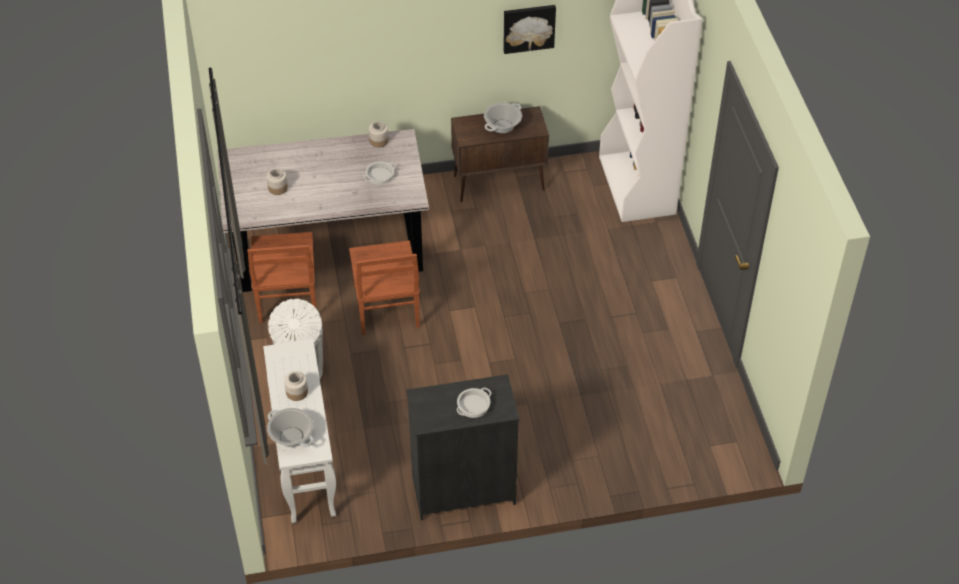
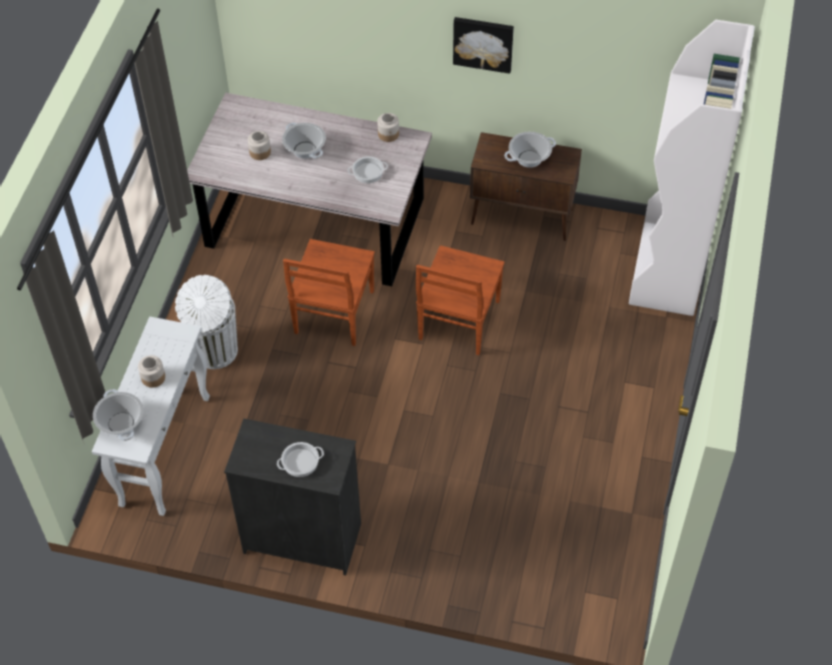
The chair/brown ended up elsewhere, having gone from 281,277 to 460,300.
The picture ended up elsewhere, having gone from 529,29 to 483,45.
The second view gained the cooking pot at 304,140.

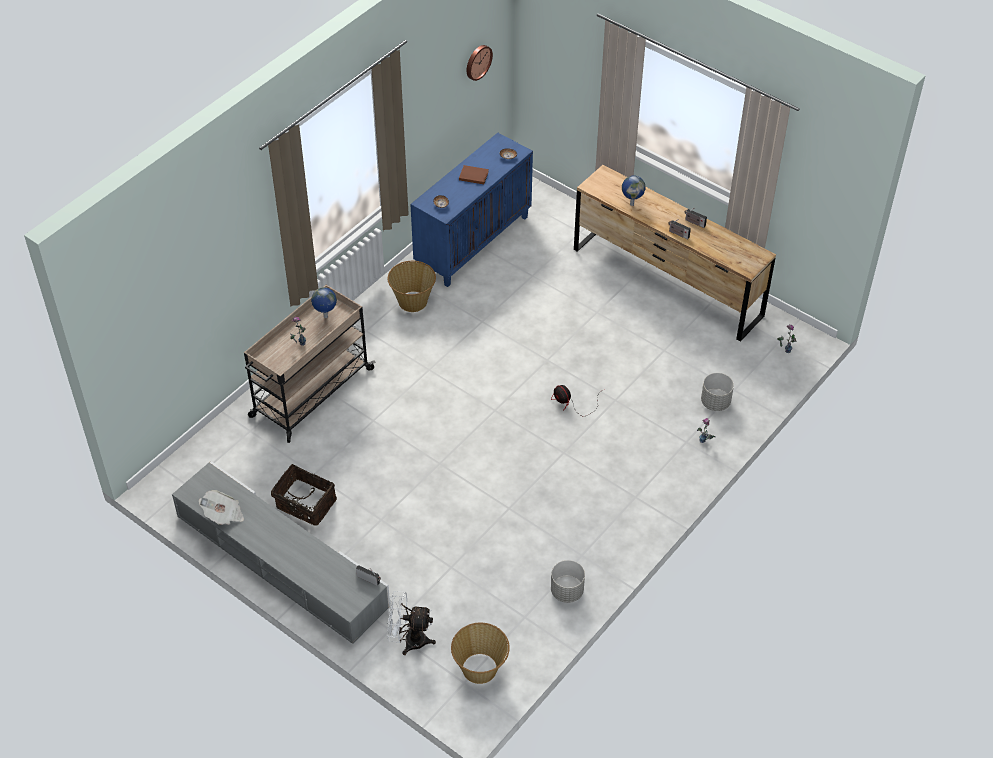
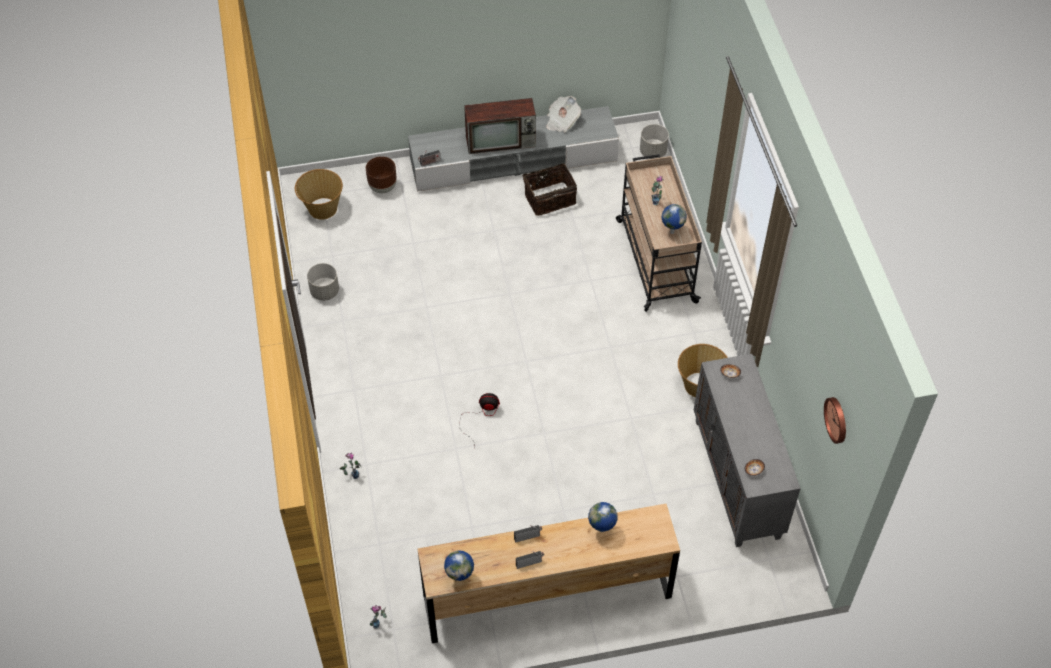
Where the fan/white stood at 411,623, the planter/brown came to stand at 381,174.
What was the cabinet/blue at 471,210 turned into the cabinet/grey at 747,450.
The second view lost the book/brown at 474,174.
The planter/grey ended up elsewhere, having gone from 717,392 to 654,141.
The second view gained the globe at 459,565.
The second view gained the television at 500,126.

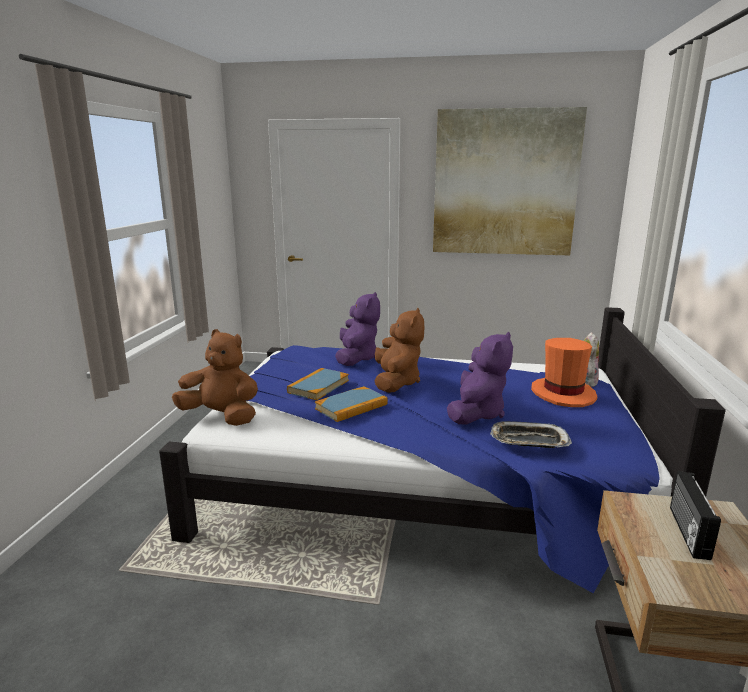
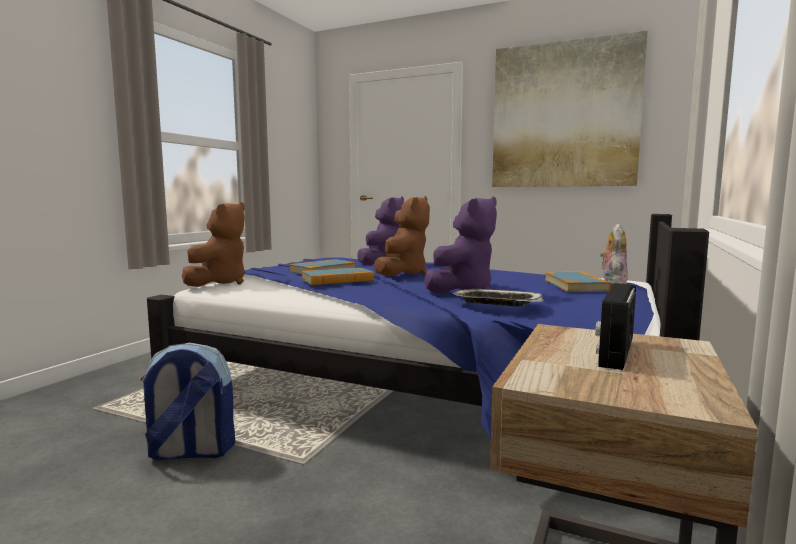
The plush toy/brown at 215,377 ended up facing another way, 75 degrees clockwise from before.
Where the hat/orange stood at 564,372, the book came to stand at 578,282.
The second view gained the backpack at 188,401.

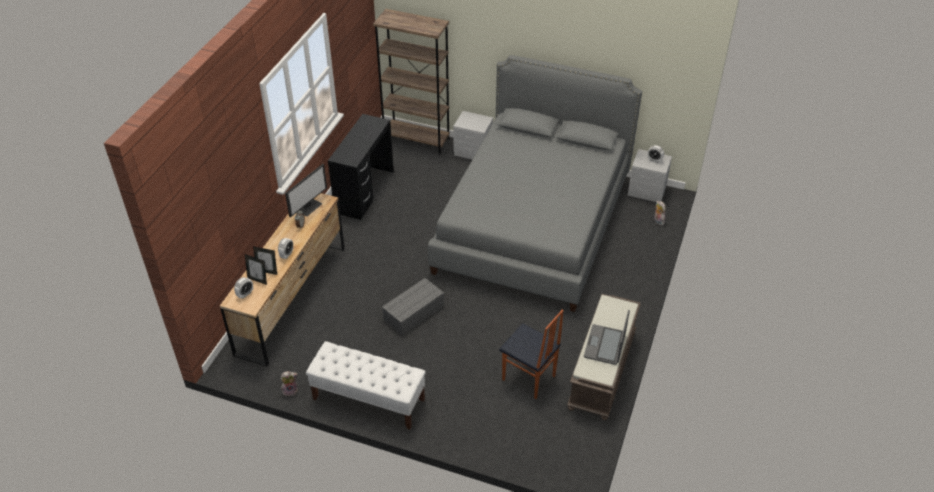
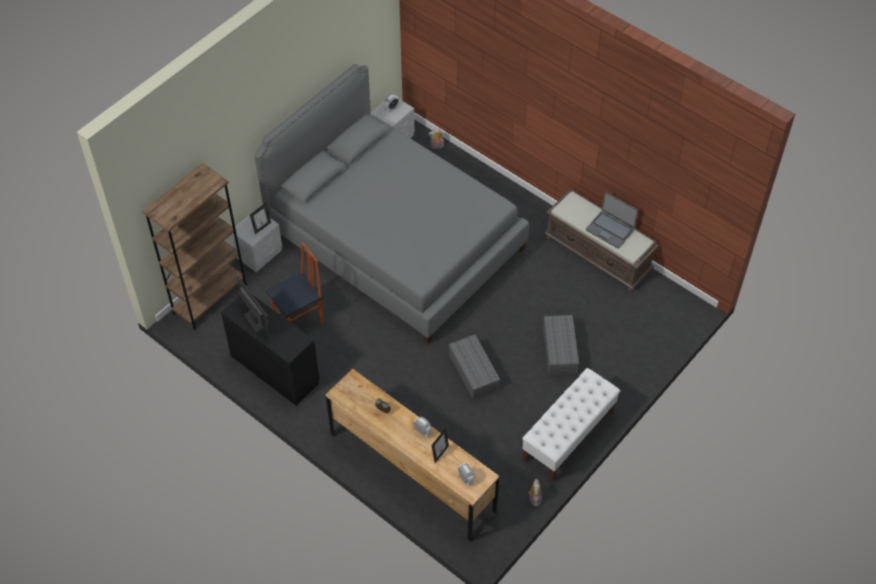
The picture frame ended up elsewhere, having gone from 256,269 to 260,218.
The monitor ended up elsewhere, having gone from 306,190 to 254,306.
The chair ended up elsewhere, having gone from 531,354 to 295,282.
The second view gained the storage box/grey at 561,345.

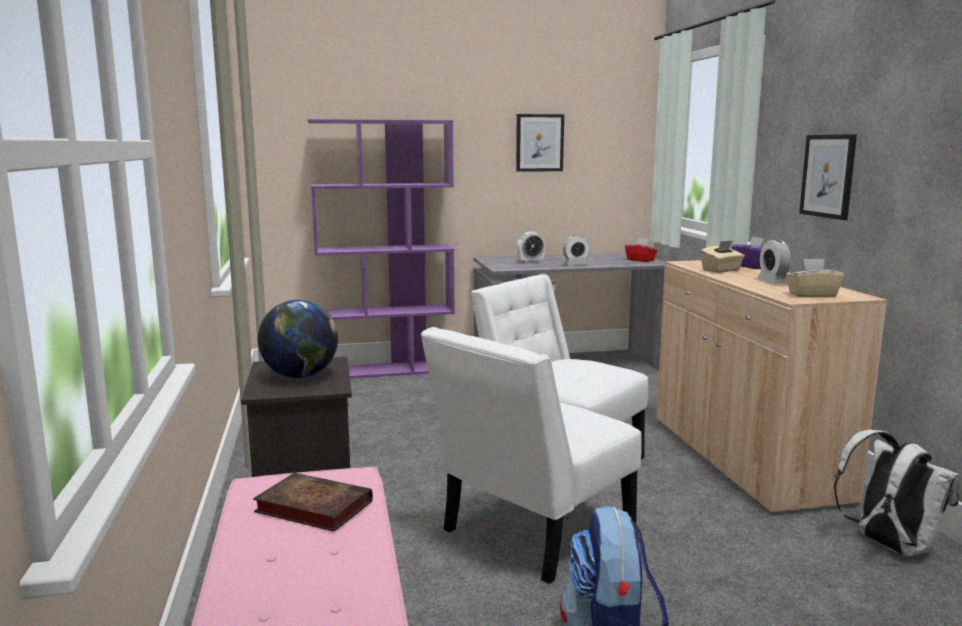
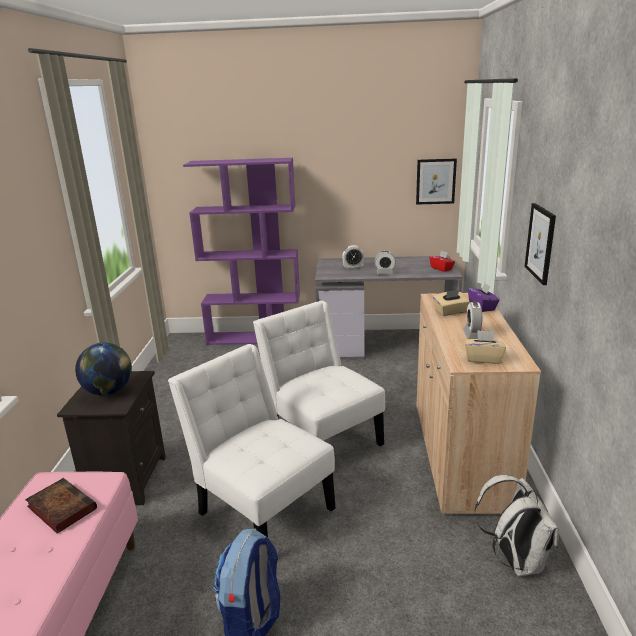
The chair/white at 531,455 ended up facing another way, 75 degrees clockwise from before.
The picture ended up elsewhere, having gone from 540,143 to 436,181.

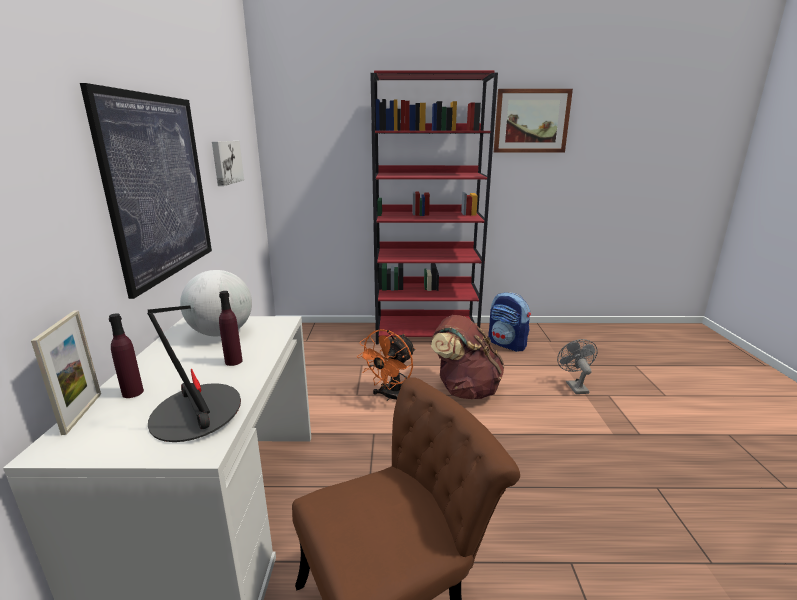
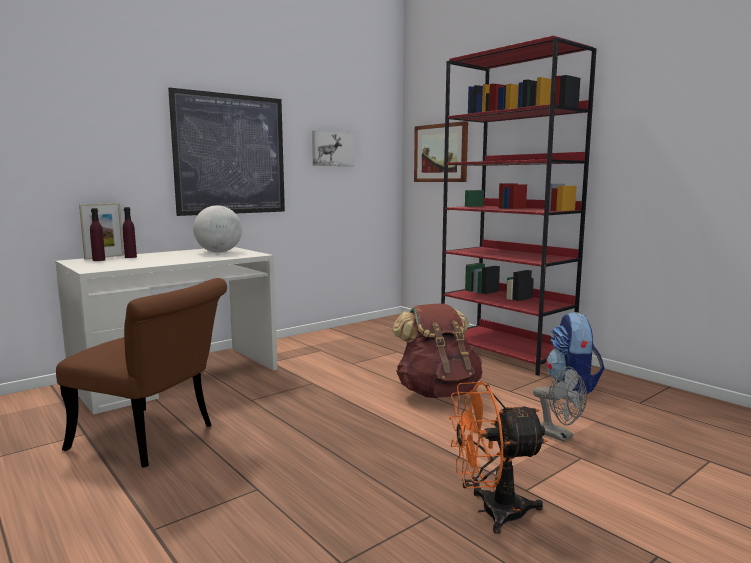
The second view lost the table lamp at 194,373.
The bottle/purple ended up elsewhere, having gone from 231,328 to 97,234.
The fan/orange ended up elsewhere, having gone from 386,365 to 498,458.
The picture ended up elsewhere, having gone from 533,120 to 441,151.
The fan/grey at 577,366 ended up facing another way, 90 degrees clockwise from before.

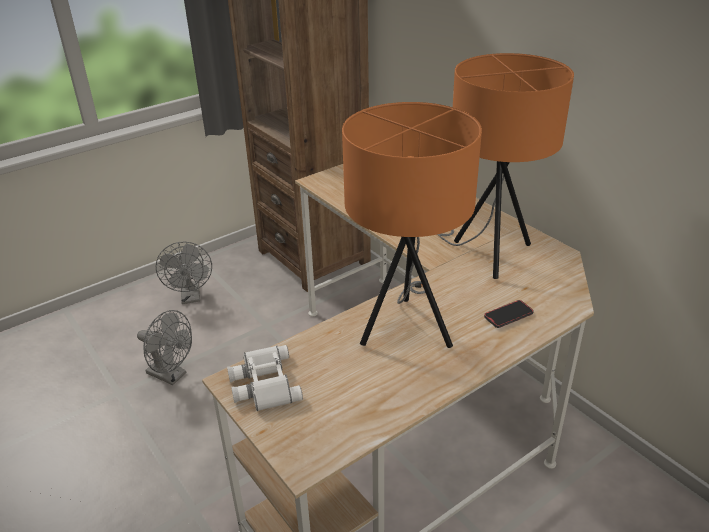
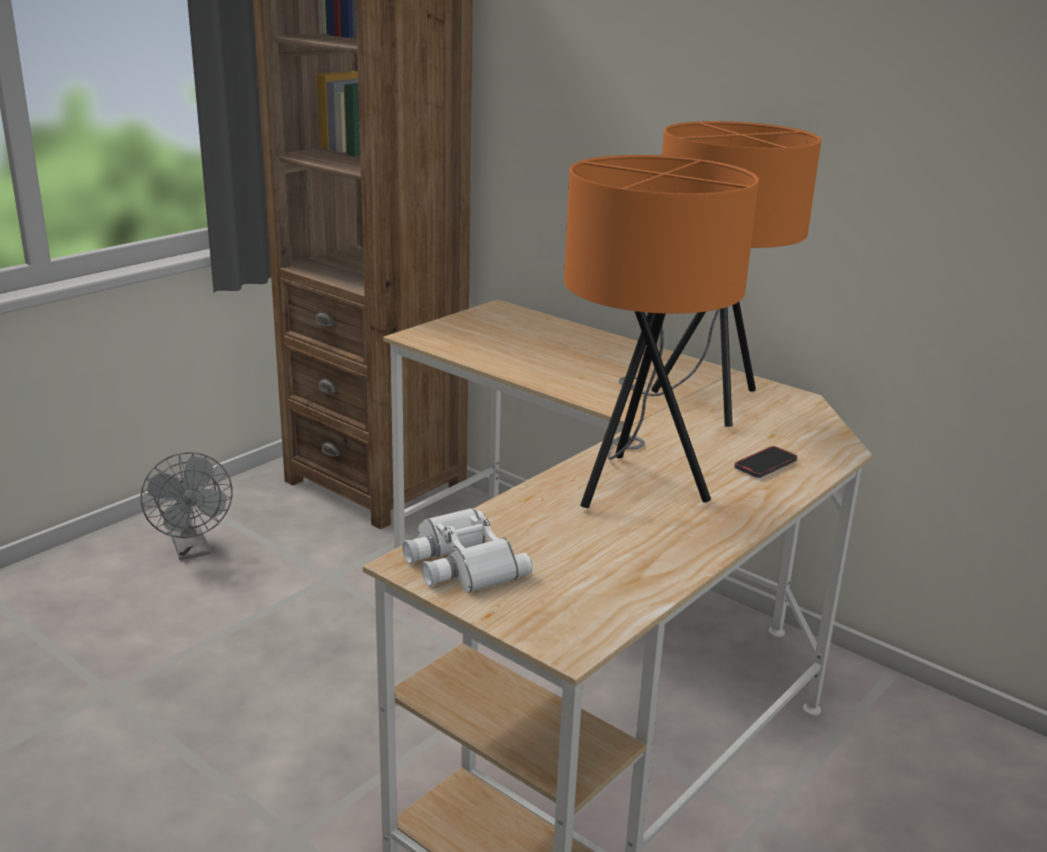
The second view lost the fan/grey at 164,347.

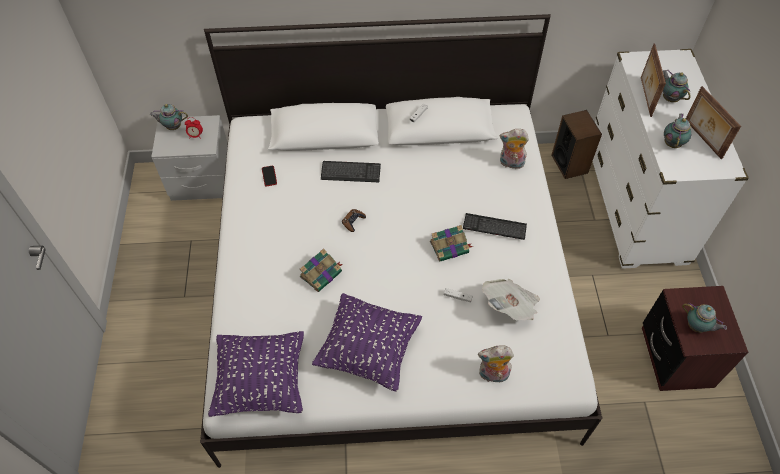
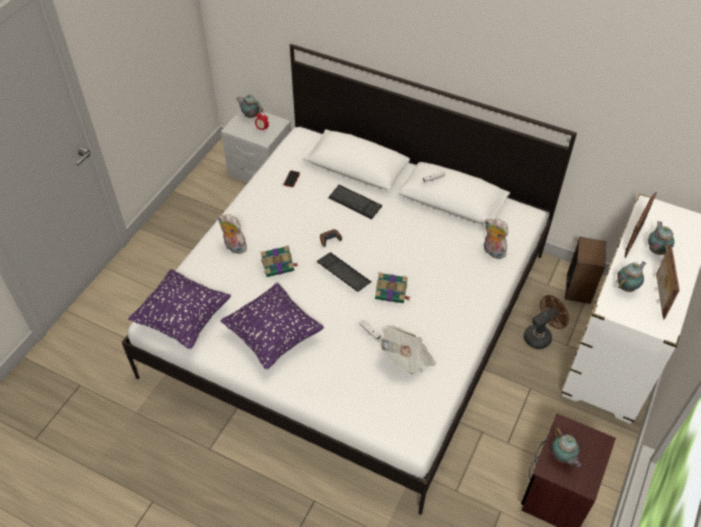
The keyboard ended up elsewhere, having gone from 495,226 to 344,272.
The plush toy ended up elsewhere, having gone from 496,364 to 232,234.
The second view gained the fan/brown at 546,322.

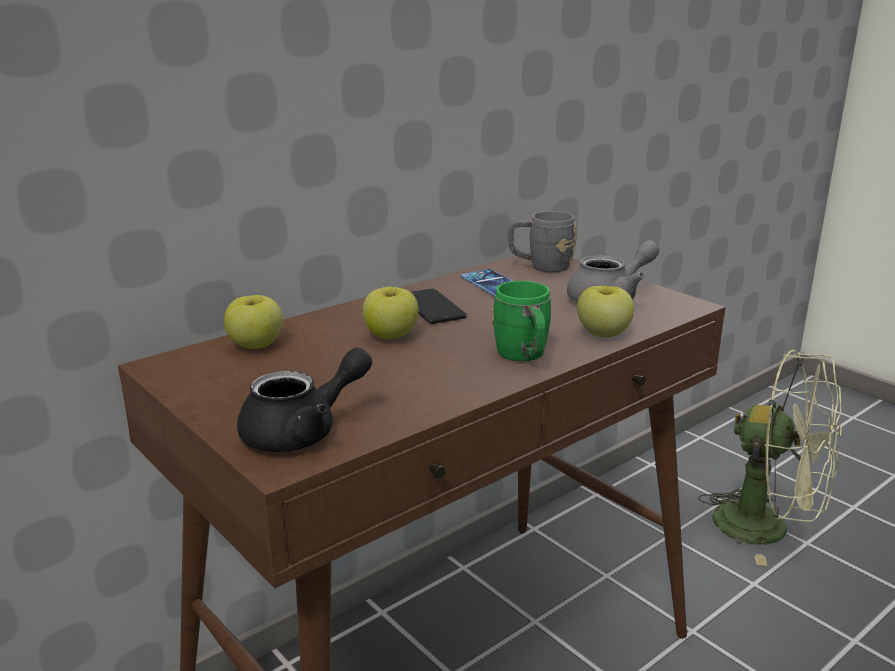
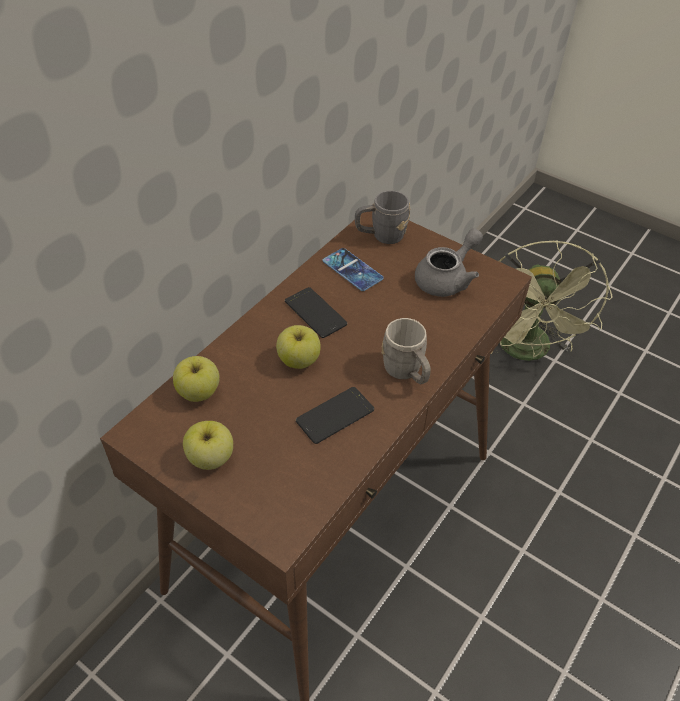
The second view lost the teapot/black at 304,399.
What was the mug/green at 521,321 turned into the mug/grey at 406,351.
The apple ended up elsewhere, having gone from 605,312 to 208,445.
The fan/green at 770,458 ended up facing another way, 75 degrees clockwise from before.
The second view gained the phone at 335,415.

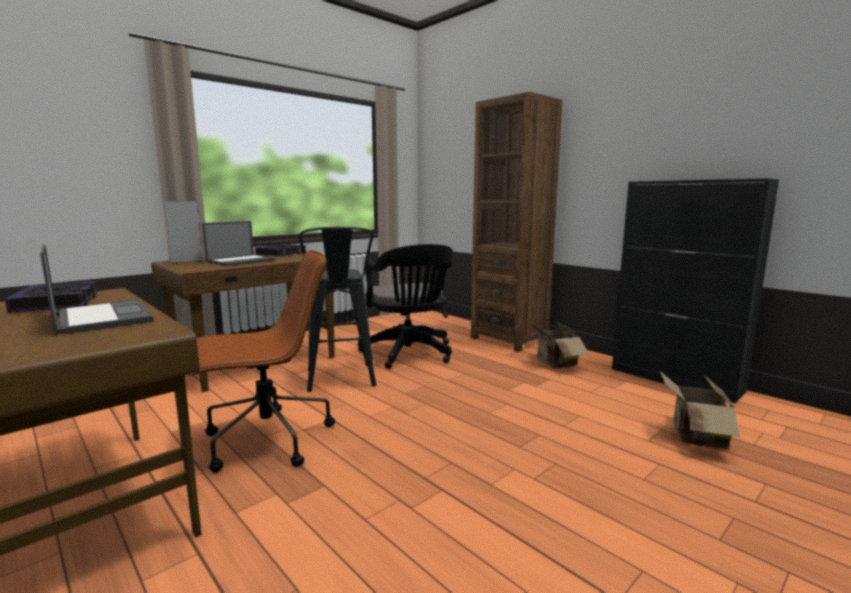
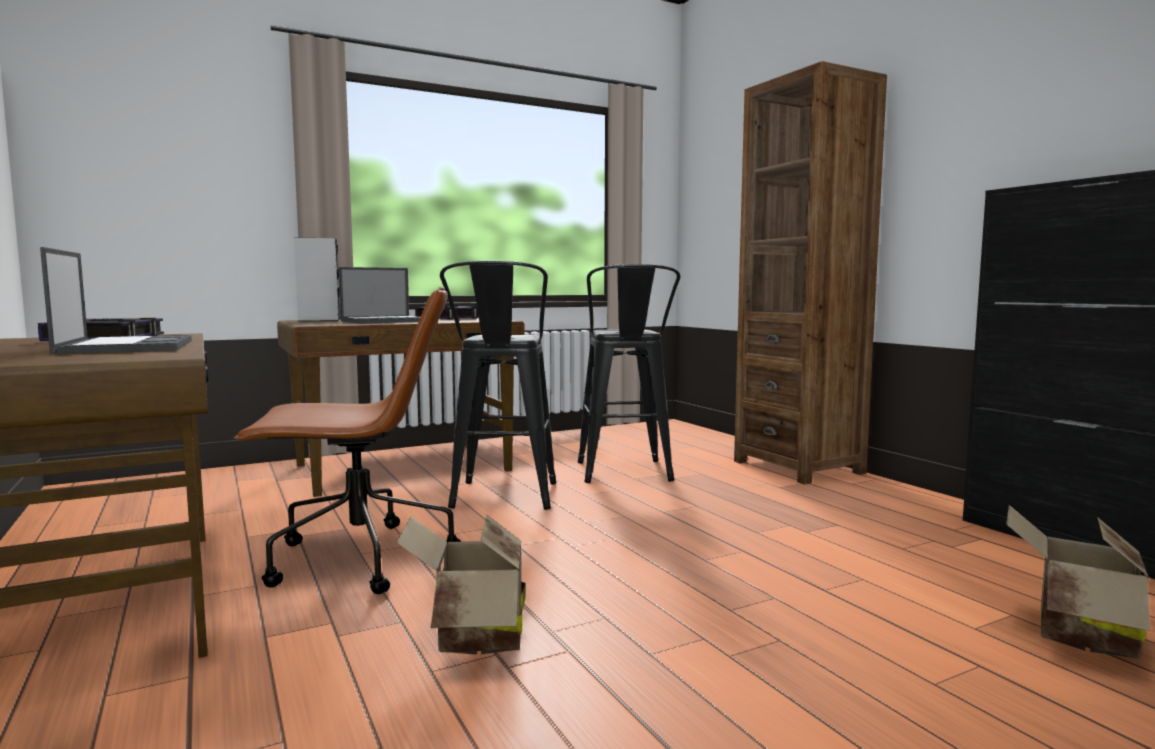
Where the office chair/black stood at 405,306, the stool/black came to stand at 629,373.
The cardboard box ended up elsewhere, having gone from 559,344 to 461,585.

